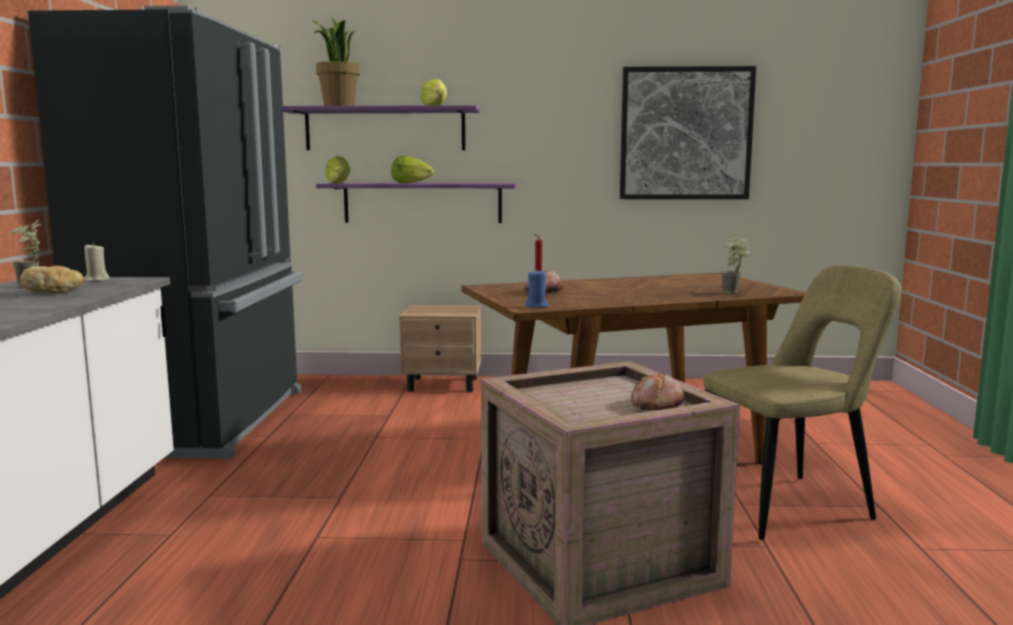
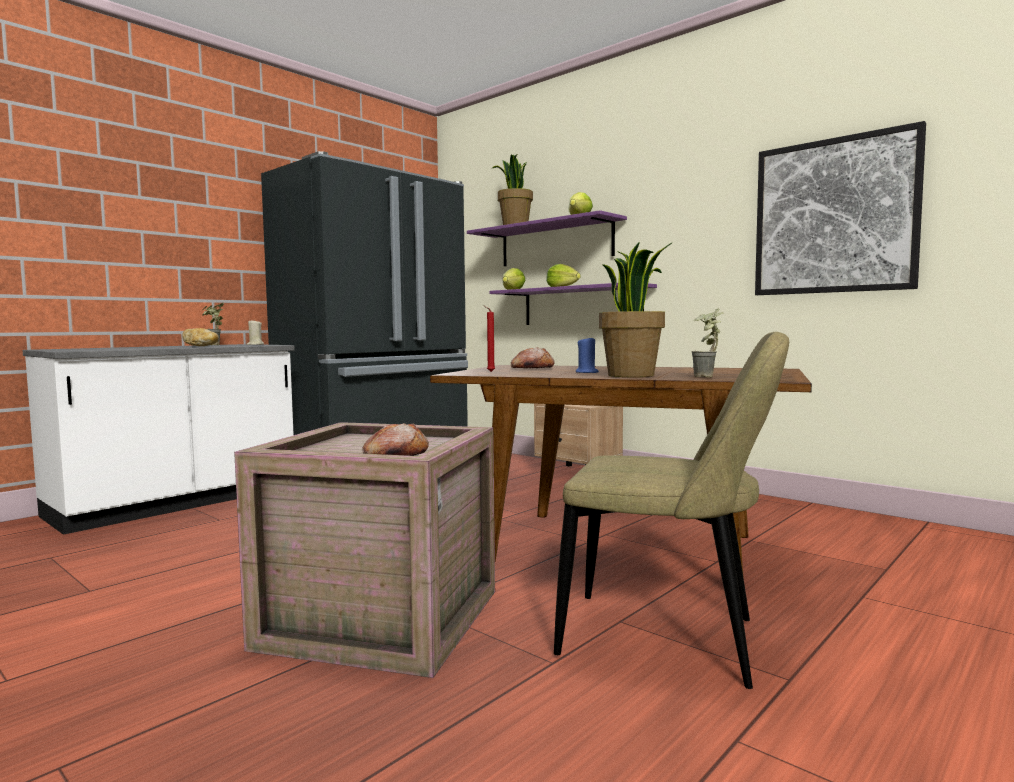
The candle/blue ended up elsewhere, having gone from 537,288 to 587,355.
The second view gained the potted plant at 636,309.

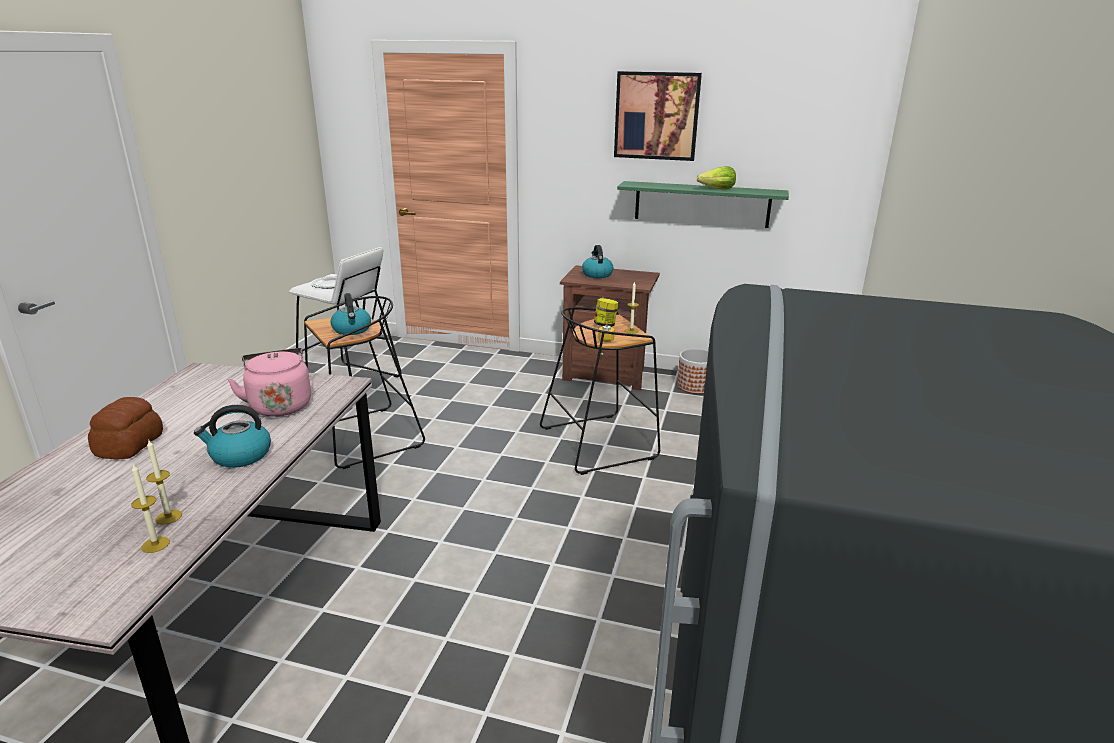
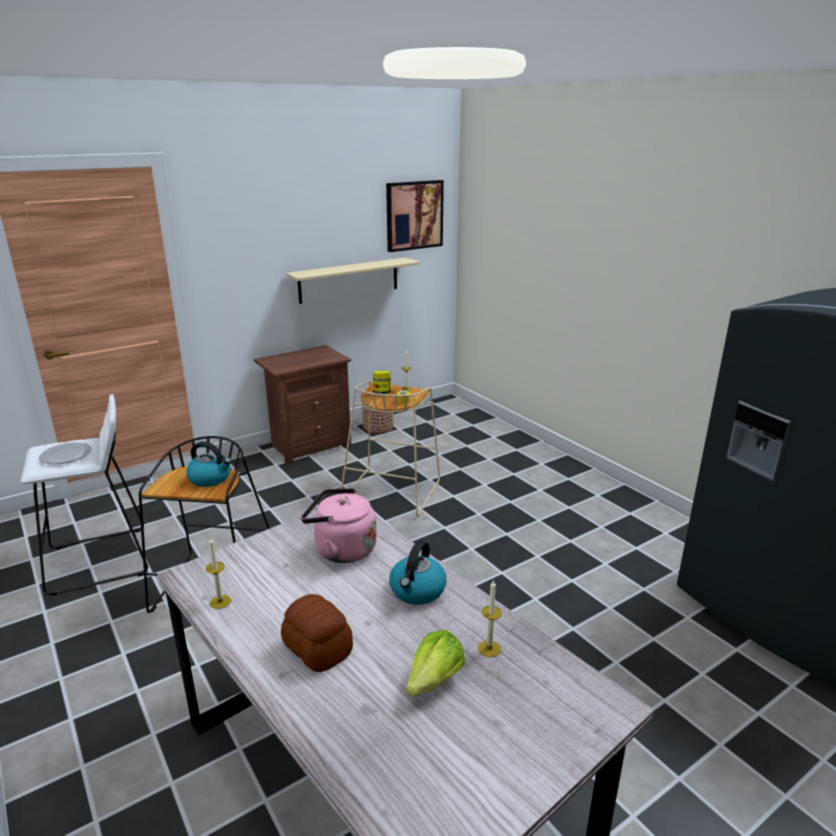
The candle ended up elsewhere, having gone from 150,508 to 218,573.
What was the stool/black at 600,391 turned into the stool/beige at 390,448.
The second view lost the kettle at 598,261.
The picture ended up elsewhere, having gone from 658,116 to 415,216.
What was the shelf/green at 703,204 turned into the shelf/beige at 353,280.
The lettuce ended up elsewhere, having gone from 716,177 to 435,663.

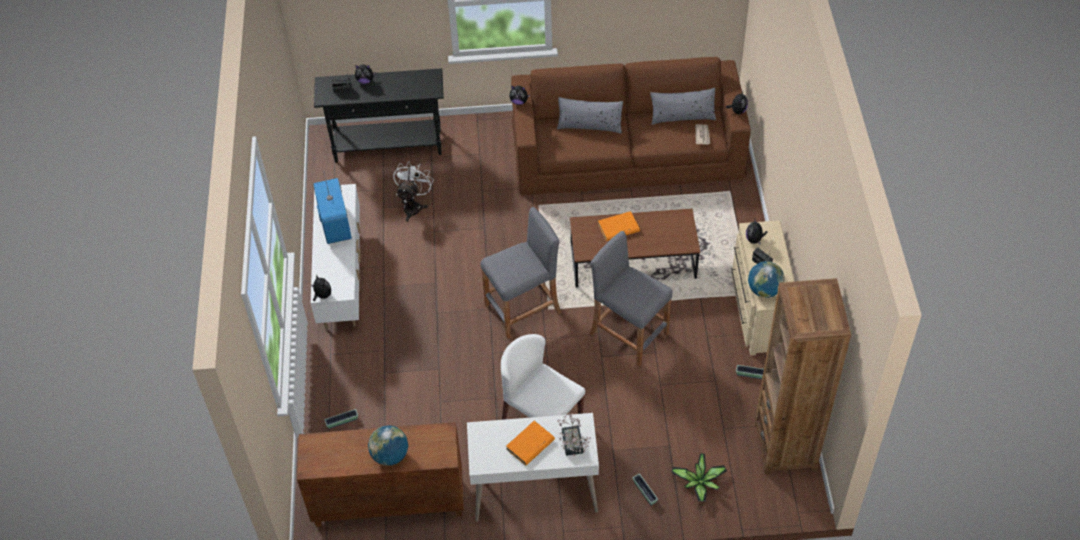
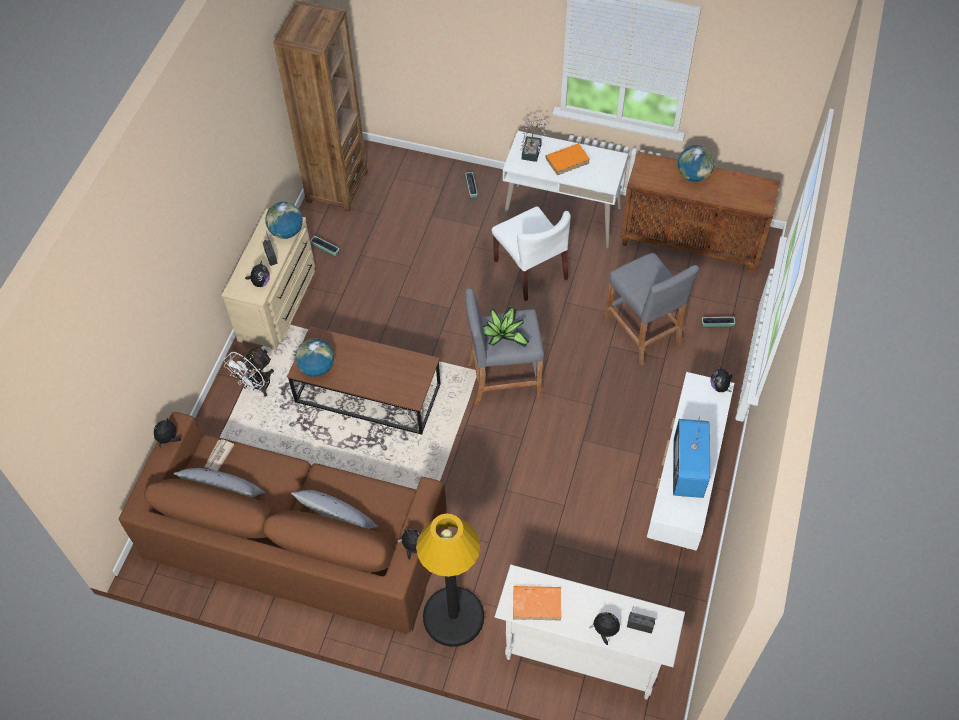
What was the console table/black at 379,115 turned into the console table/white at 590,632.
The fan/white ended up elsewhere, having gone from 413,191 to 249,372.
The stool/grey ended up elsewhere, having gone from 631,299 to 652,309.
The book/orange ended up elsewhere, having gone from 619,226 to 537,603.
The potted plant ended up elsewhere, having gone from 699,477 to 506,327.
The second view gained the globe at 314,357.
The second view gained the floor lamp/black at 450,580.

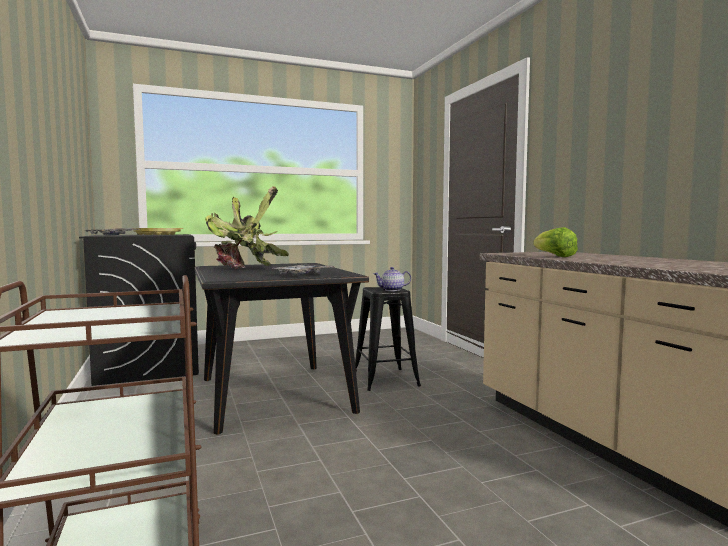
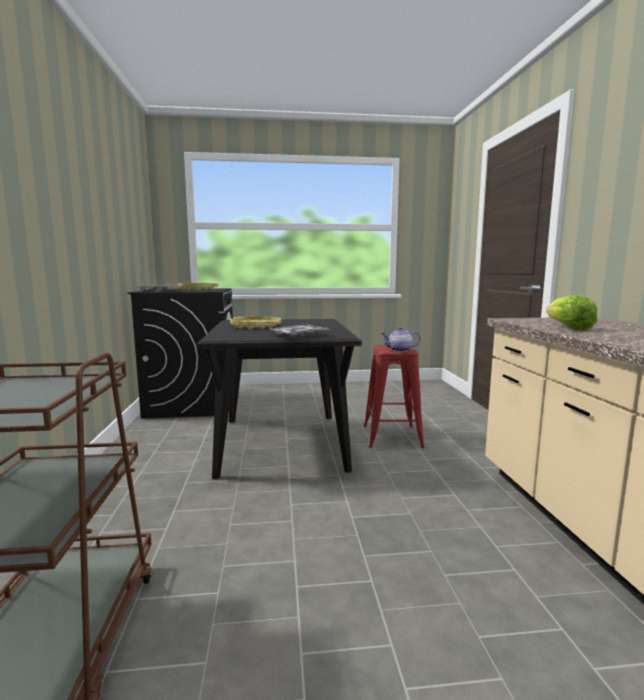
Where the potted plant stood at 247,227, the tray/yellow came to stand at 255,322.
What was the stool/black at 388,339 turned into the stool/red at 394,396.

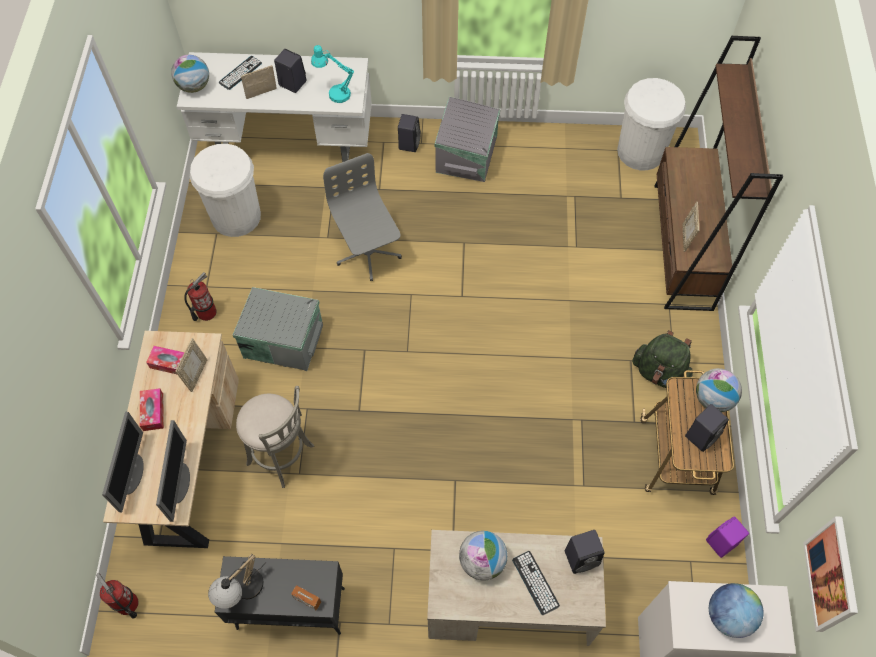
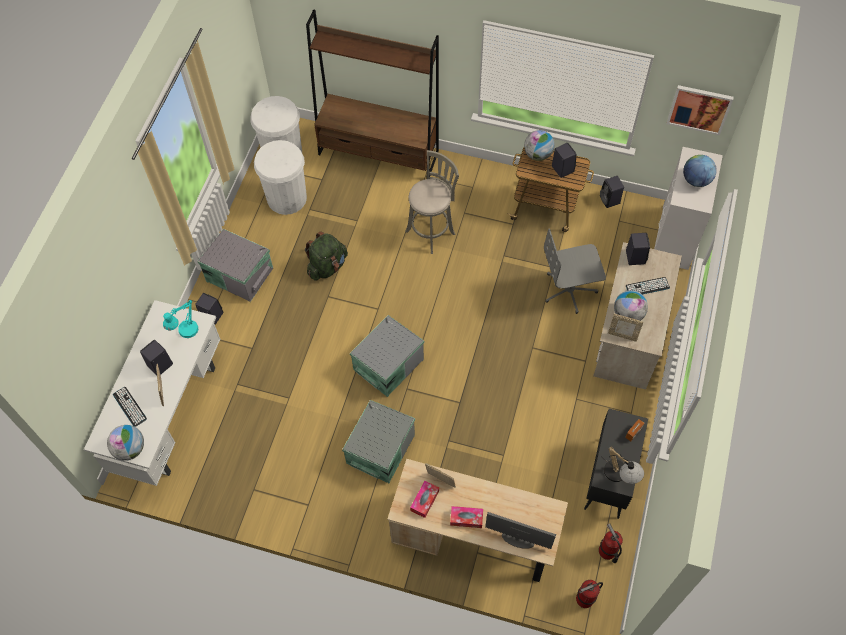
The second view lost the monitor at 173,471.
The fire extinguisher ended up elsewhere, having gone from 200,296 to 611,543.
The trash can/white ended up elsewhere, having gone from 225,190 to 280,177.
The stool/grey ended up elsewhere, having gone from 275,437 to 432,202.
The office chair/grey ended up elsewhere, having gone from 362,217 to 575,271.
The backpack/green ended up elsewhere, having gone from 662,359 to 326,255.
The picture frame ended up elsewhere, having gone from 690,227 to 626,328.
What was the speaker/purple at 727,537 turned into the speaker/black at 612,192.
The second view gained the storage box/grey at 387,356.

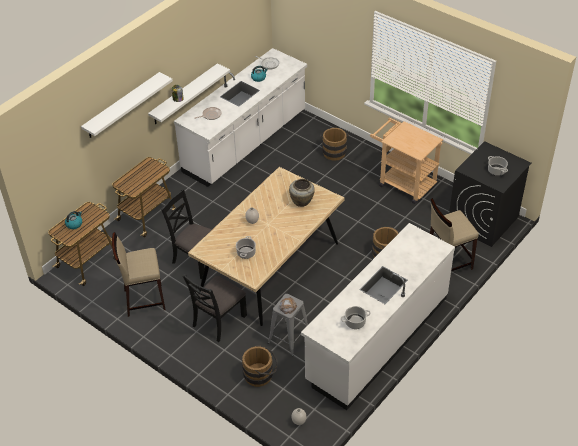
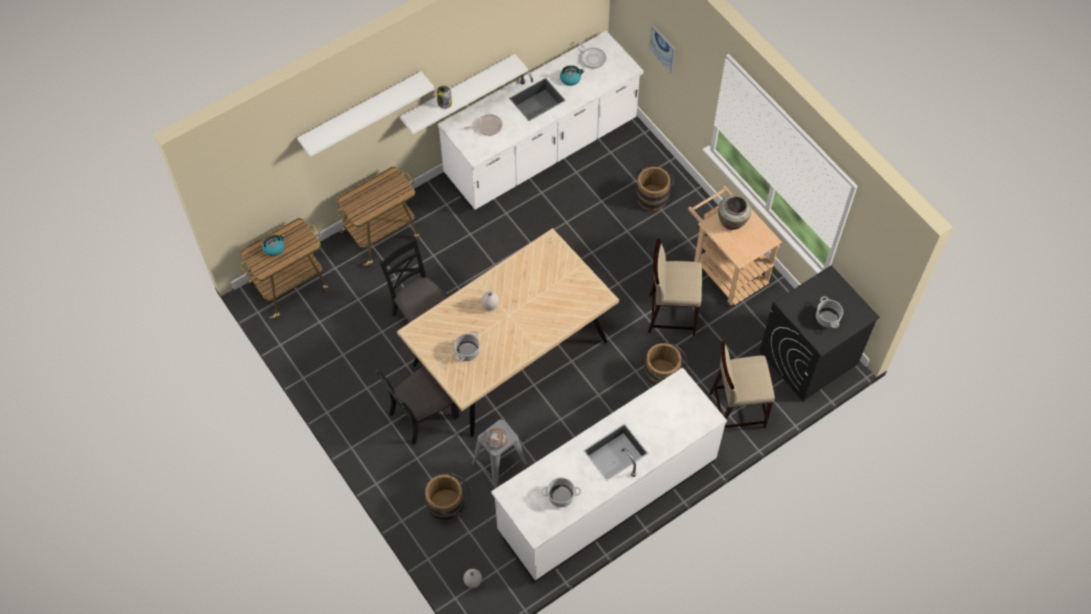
The stool/beige ended up elsewhere, having gone from 139,274 to 675,287.
The vase/beige ended up elsewhere, having gone from 302,193 to 734,212.
The second view gained the picture at 662,49.

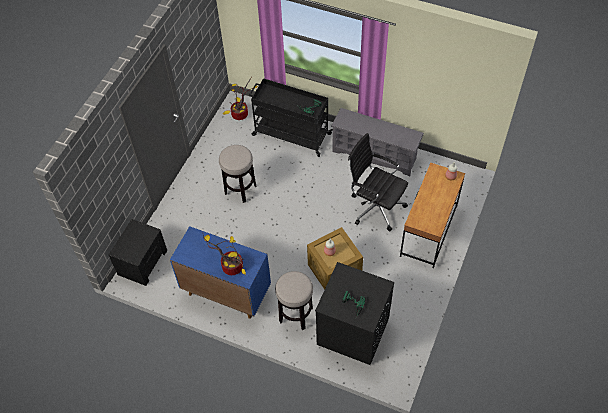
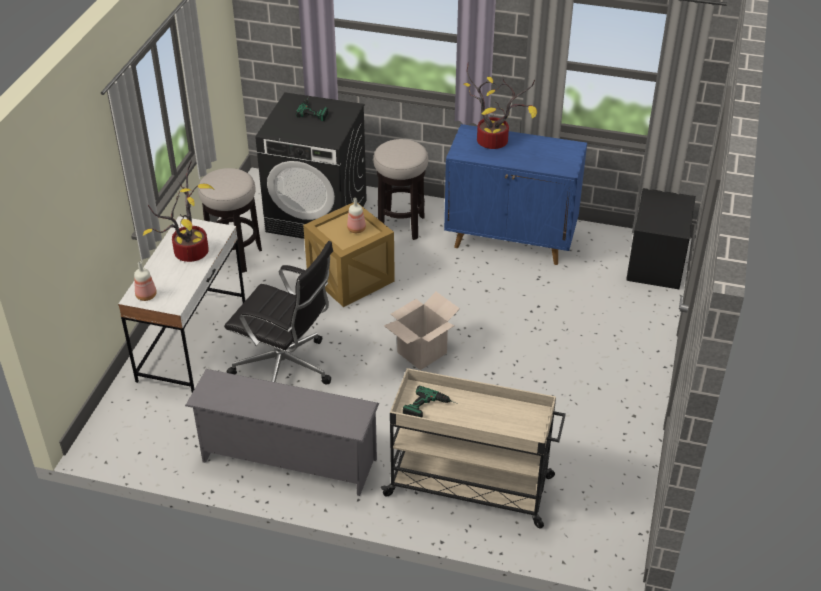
The stool ended up elsewhere, having gone from 238,174 to 230,220.
The potted plant ended up elsewhere, having gone from 240,98 to 178,211.
What was the cart/black at 291,117 turned into the cart/beige at 473,448.
What was the desk/brown at 432,215 turned into the desk/white at 181,304.
The second view gained the cardboard box at 422,331.

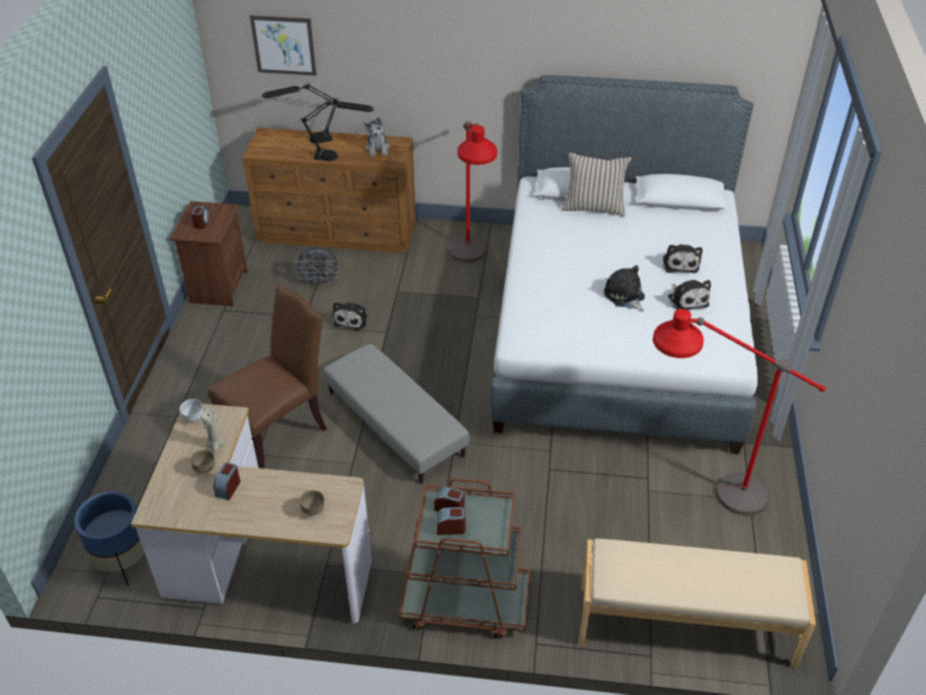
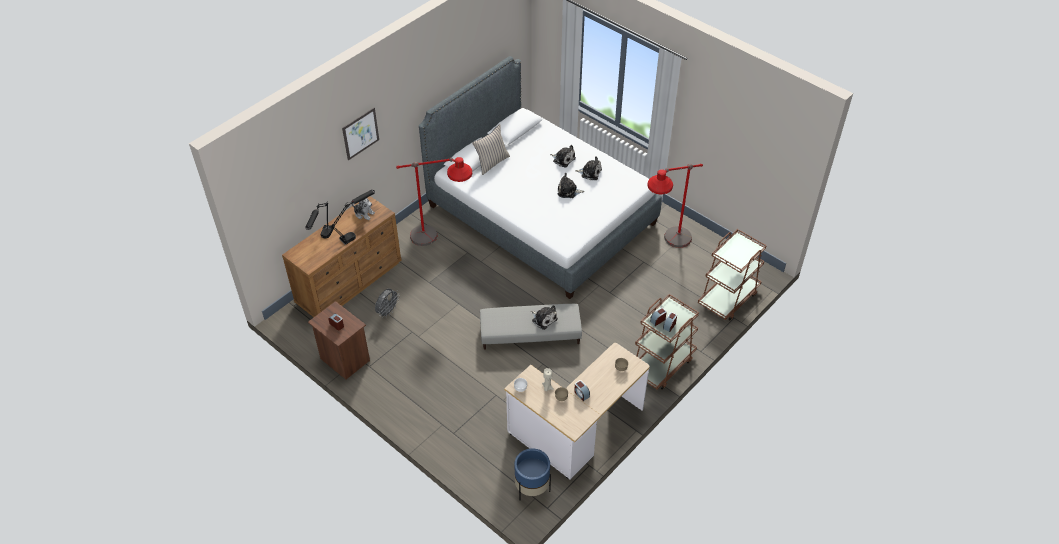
The second view lost the chair/brown at 267,377.
The picture ended up elsewhere, having gone from 283,45 to 360,134.
The plush toy ended up elsewhere, having gone from 350,316 to 544,317.
Where the bench/beige stood at 697,603, the cart/brown came to stand at 732,275.

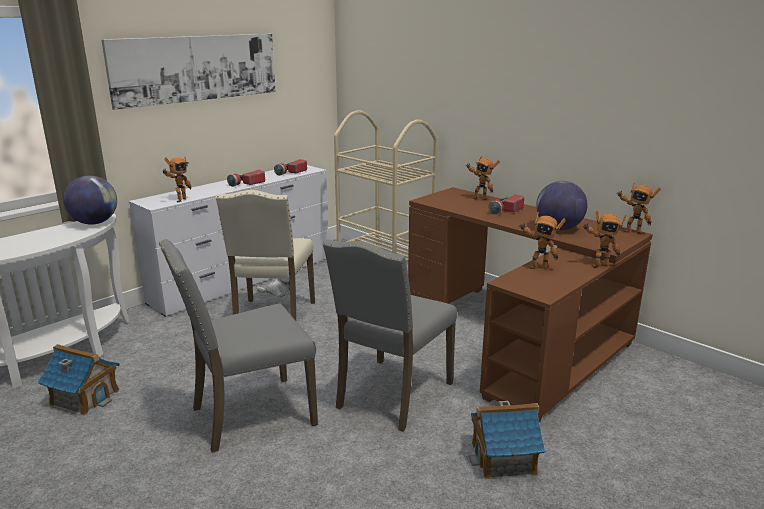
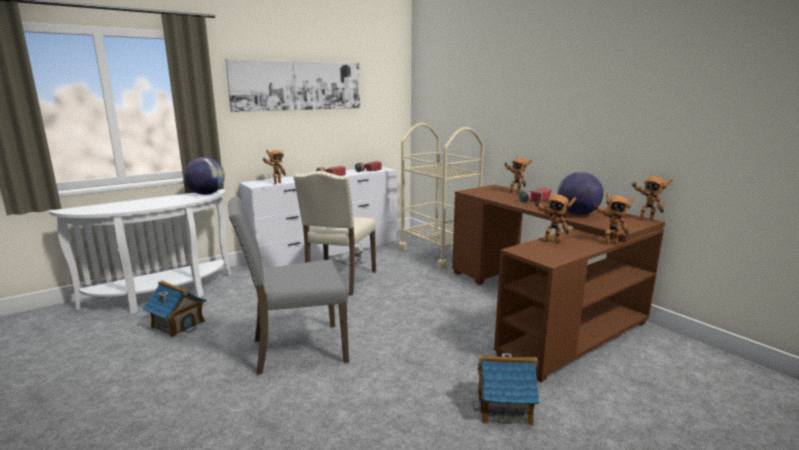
The second view lost the chair/grey at 390,335.

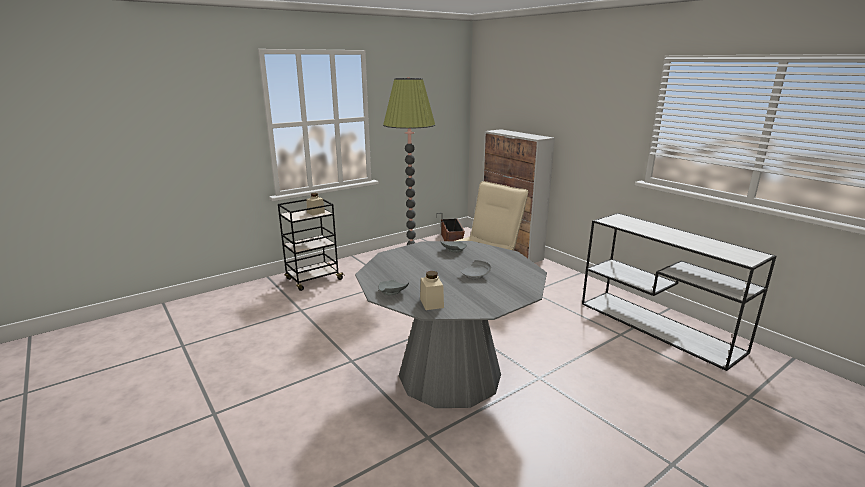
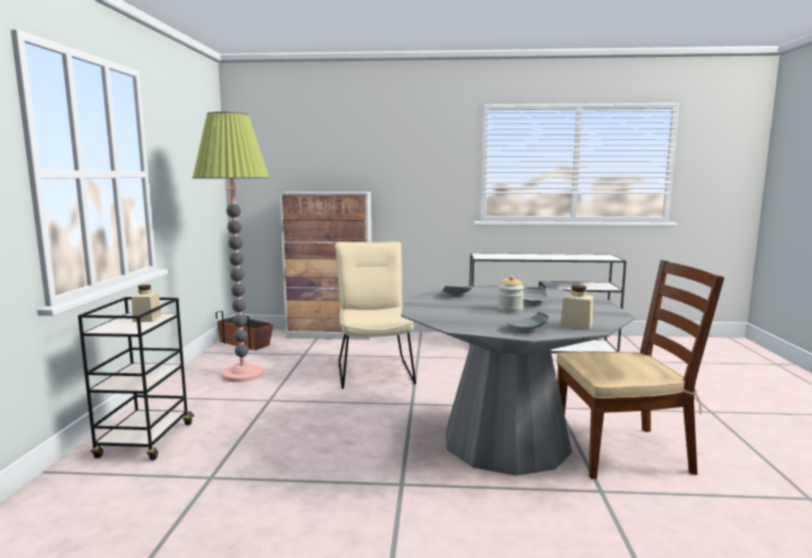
The second view gained the jar at 510,294.
The second view gained the chair/brown at 640,369.

